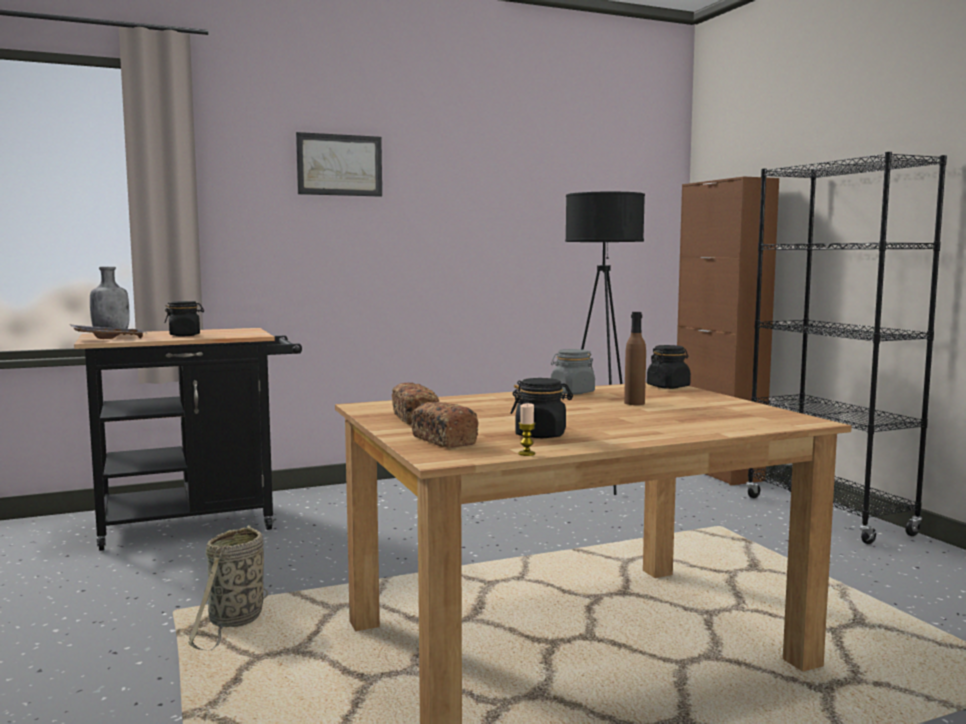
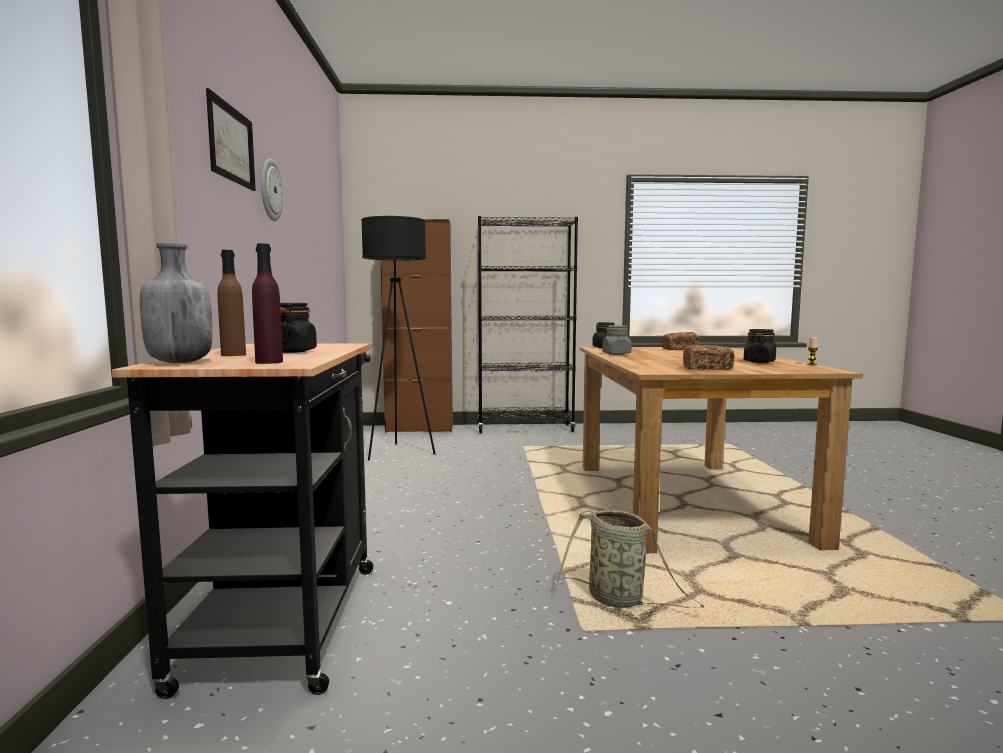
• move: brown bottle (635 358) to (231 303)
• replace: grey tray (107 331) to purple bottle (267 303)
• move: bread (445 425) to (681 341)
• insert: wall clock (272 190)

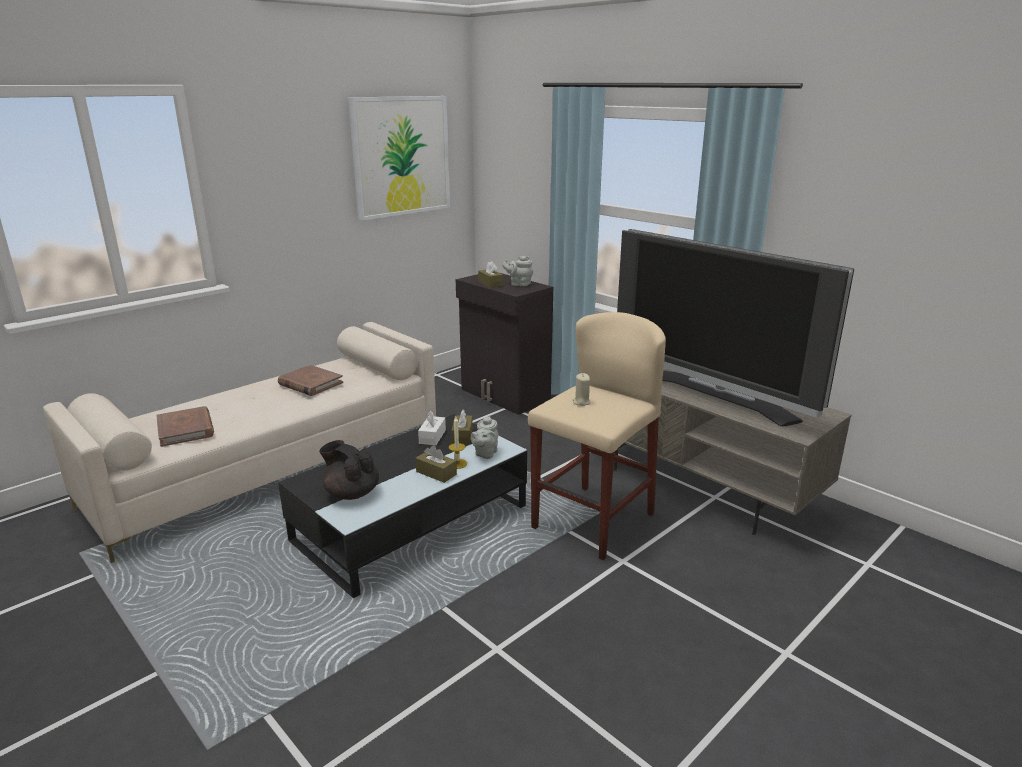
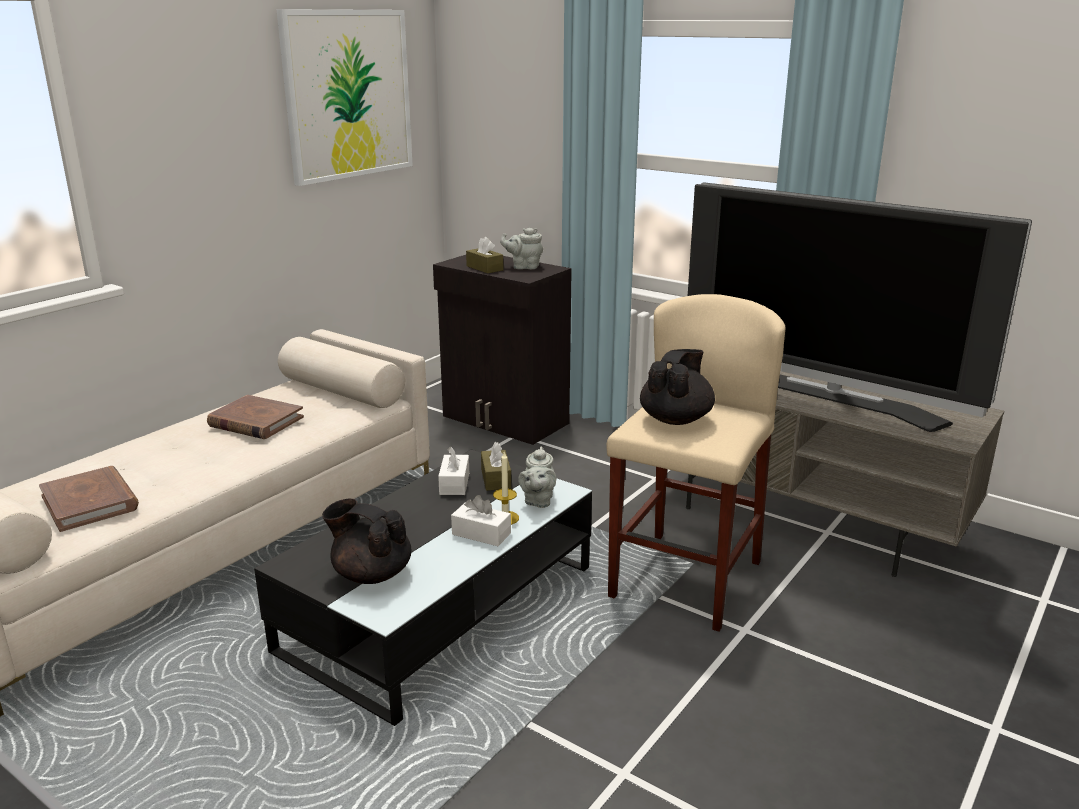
• replace: beige candle (582 389) to black teapot (677 387)
• recolor: brown tissue box (436 464) to white tissue box (481 520)

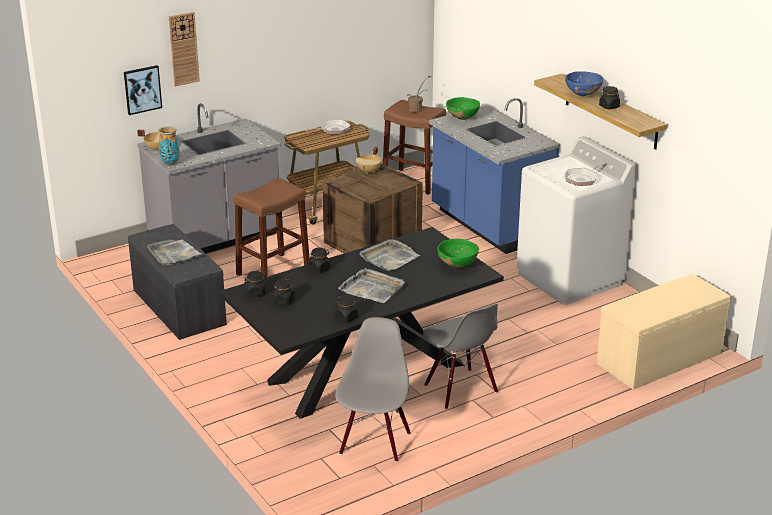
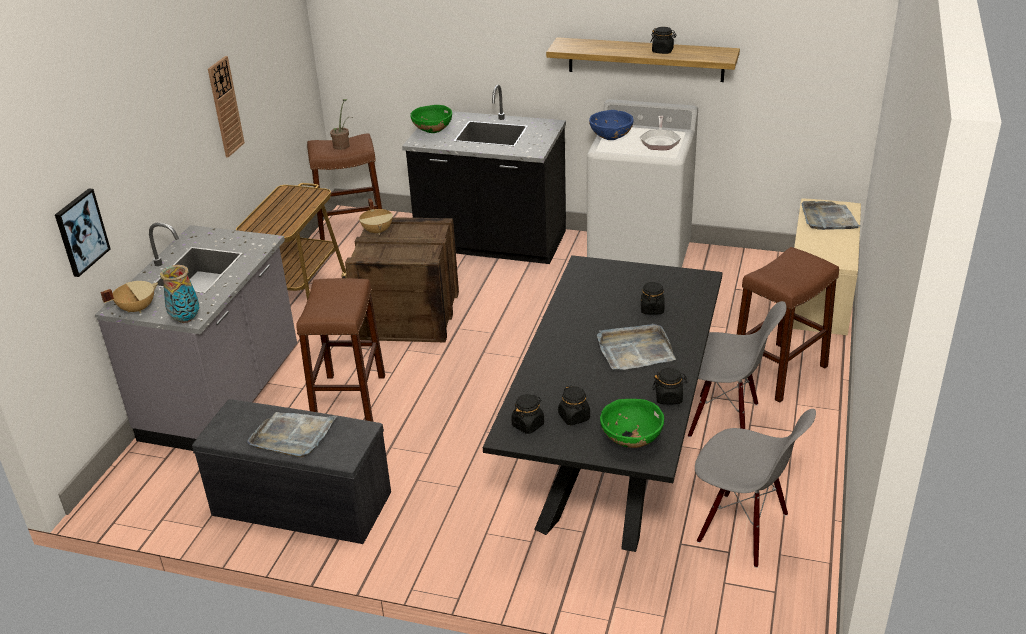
• move: wall clock (184 49) to (226 106)
• move: blue bowl (584 83) to (611 125)
• recolor: blue counter (494 176) to black counter (484 174)
• delete: frying pan (328 127)
• move: grey tray (390 255) to (831 215)
• move: green bowl (458 253) to (632 423)
• move: black jar (319 260) to (653 298)
• rotate: grey chair (373 389) = (755 488) 150 degrees clockwise
• insert: brown stool (788 325)

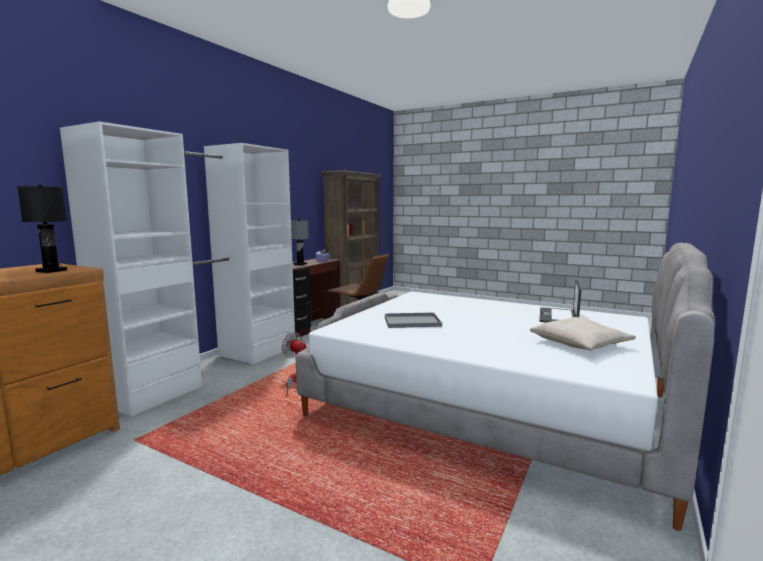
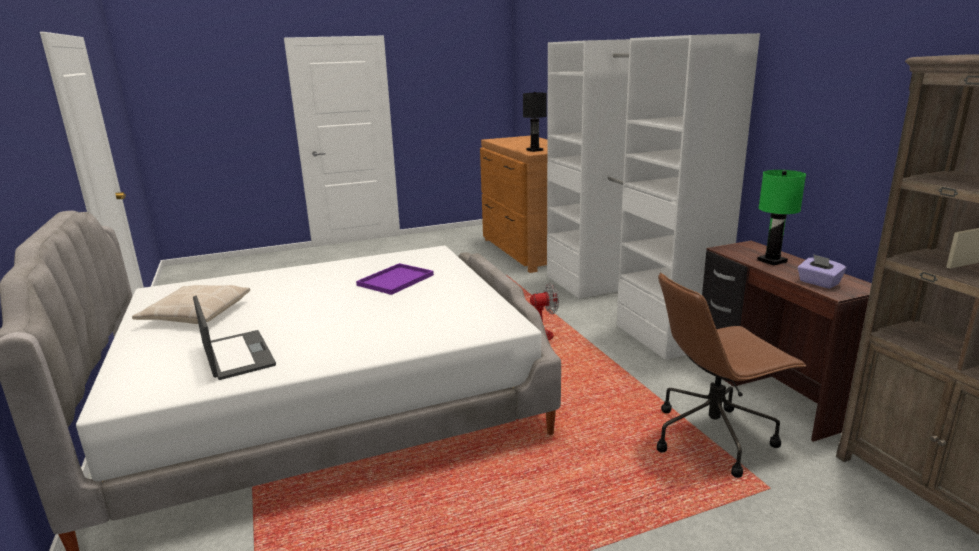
• recolor: grey table lamp (300 242) to green table lamp (781 217)
• recolor: grey tray (413 320) to purple tray (395 279)

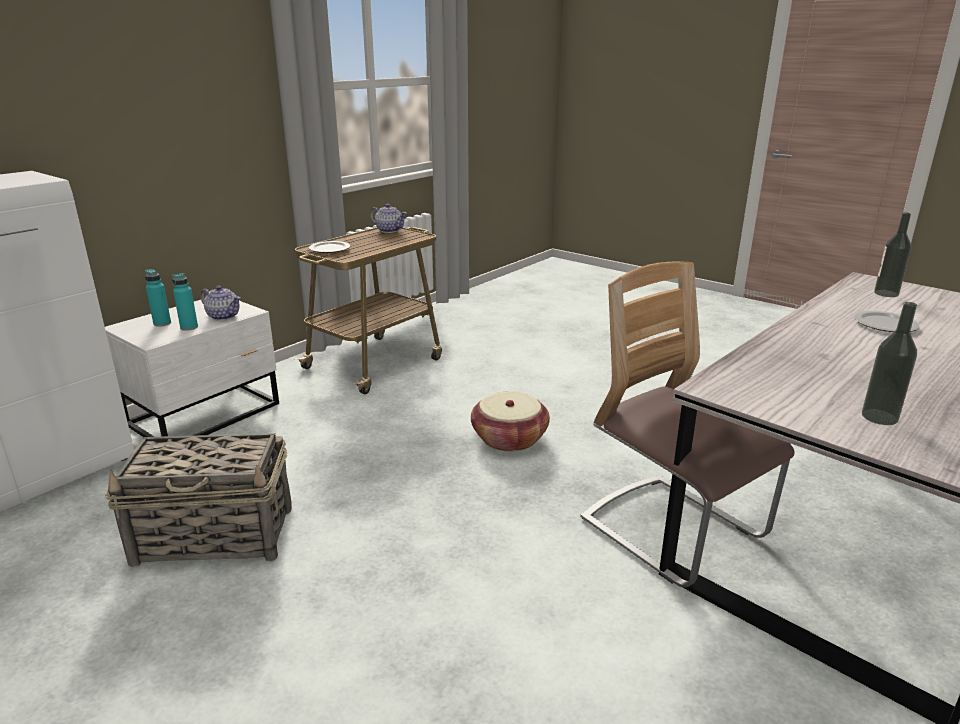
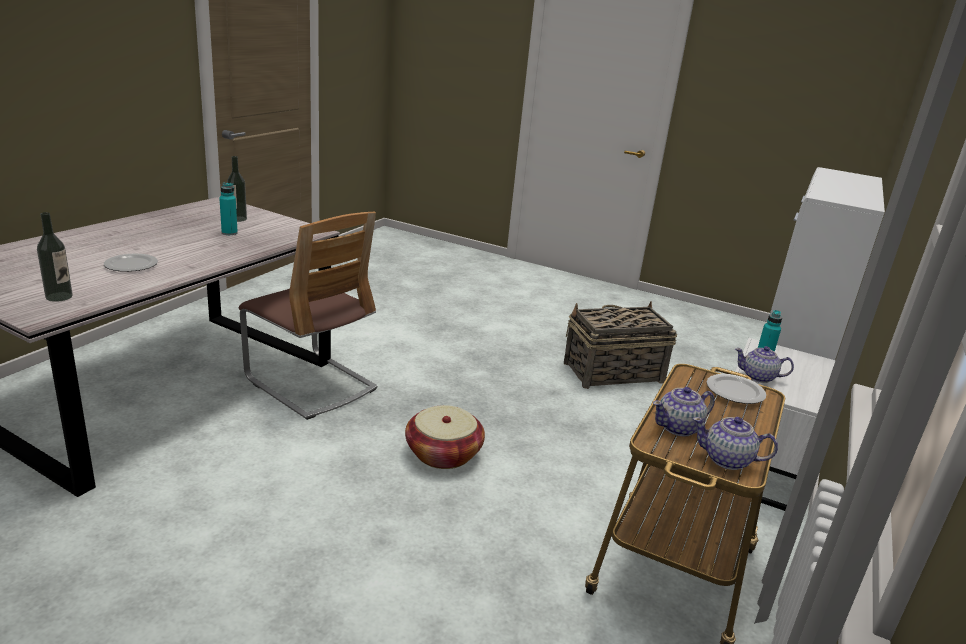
• move: turquoise bottle (158 298) to (228 208)
• insert: teapot (684 412)

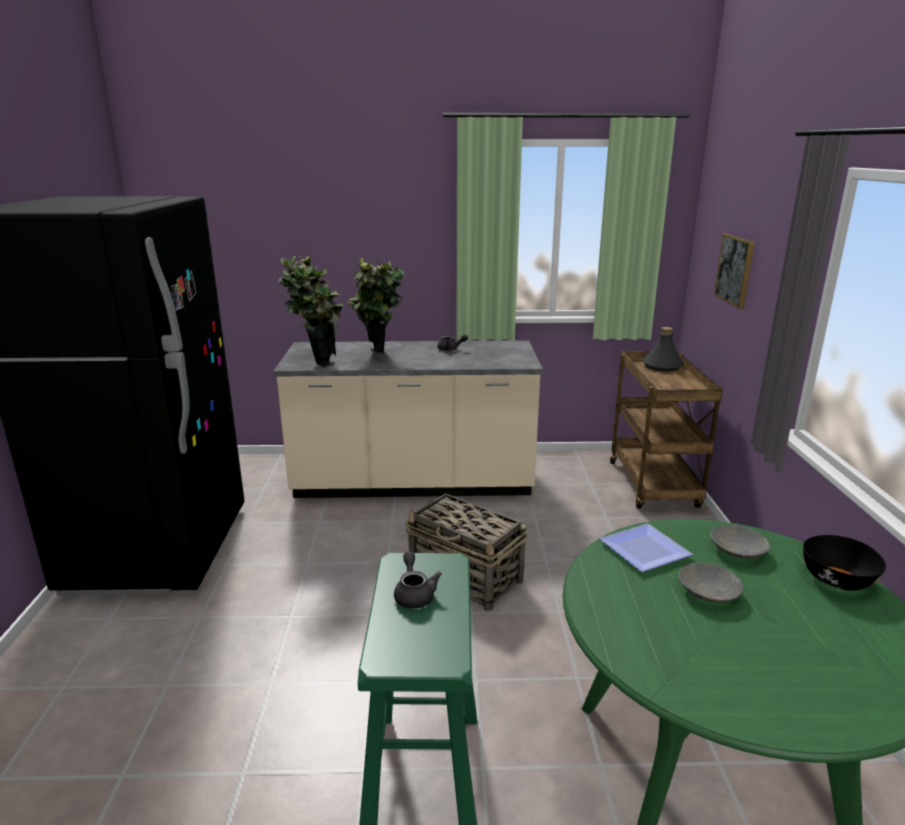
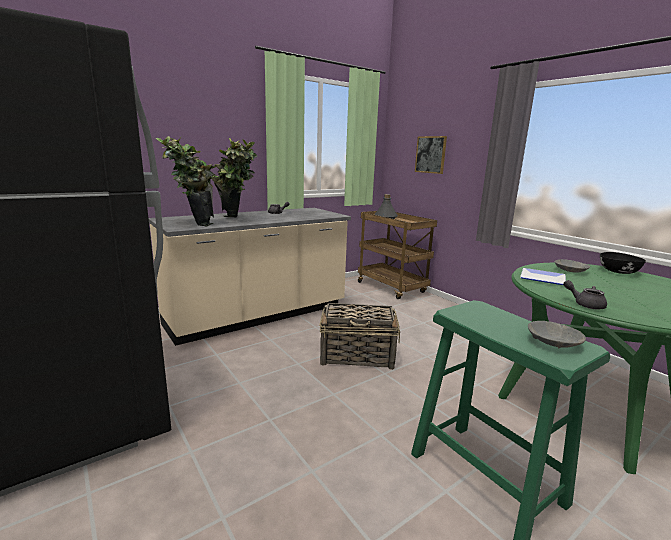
• move: grey teapot (418 580) to (585 294)
• move: grey bowl (710 583) to (557 334)

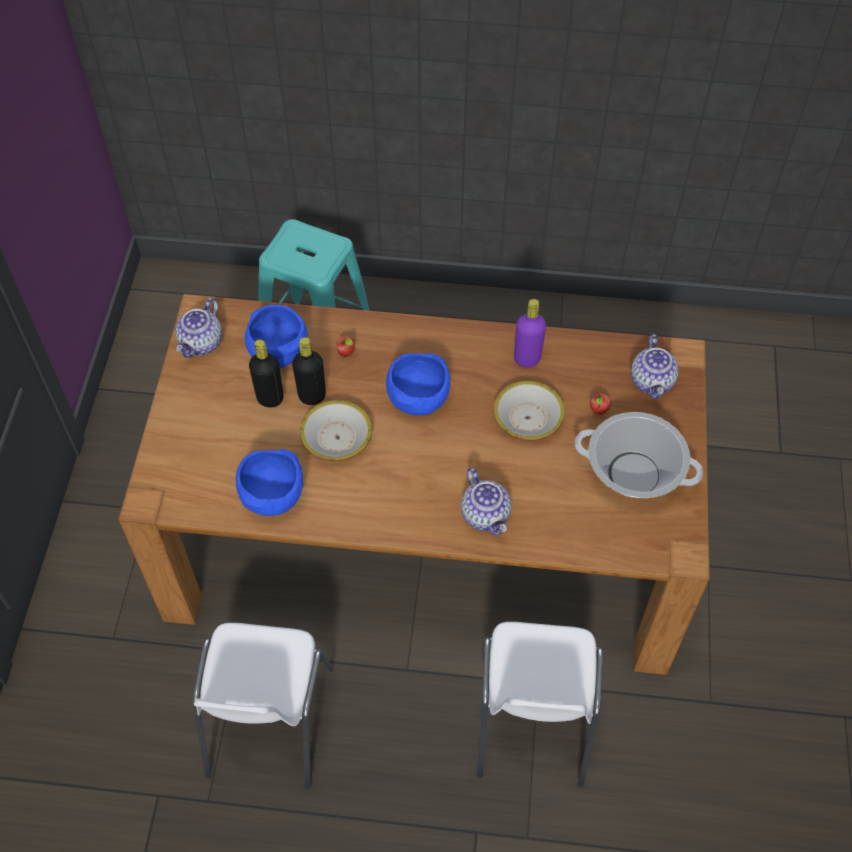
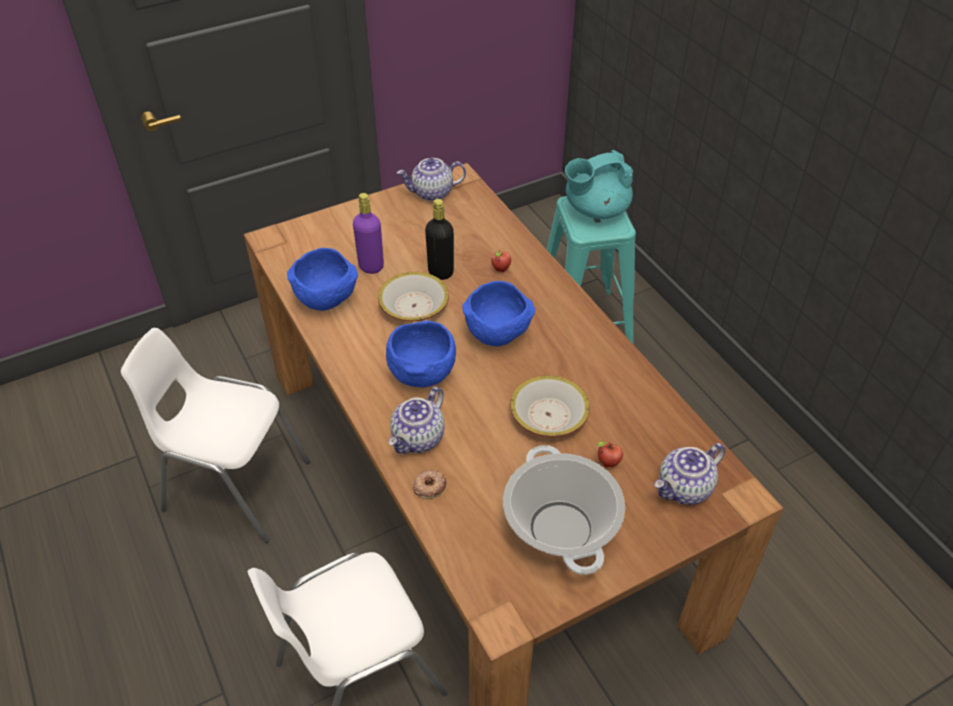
• move: purple bottle (530 333) to (368 233)
• move: blue bowl (276 336) to (421 354)
• delete: black bottle (266 373)
• rotate: white chair (263 706) = (215 435) 45 degrees clockwise
• insert: turquoise teapot (599 184)
• insert: donut (429 484)

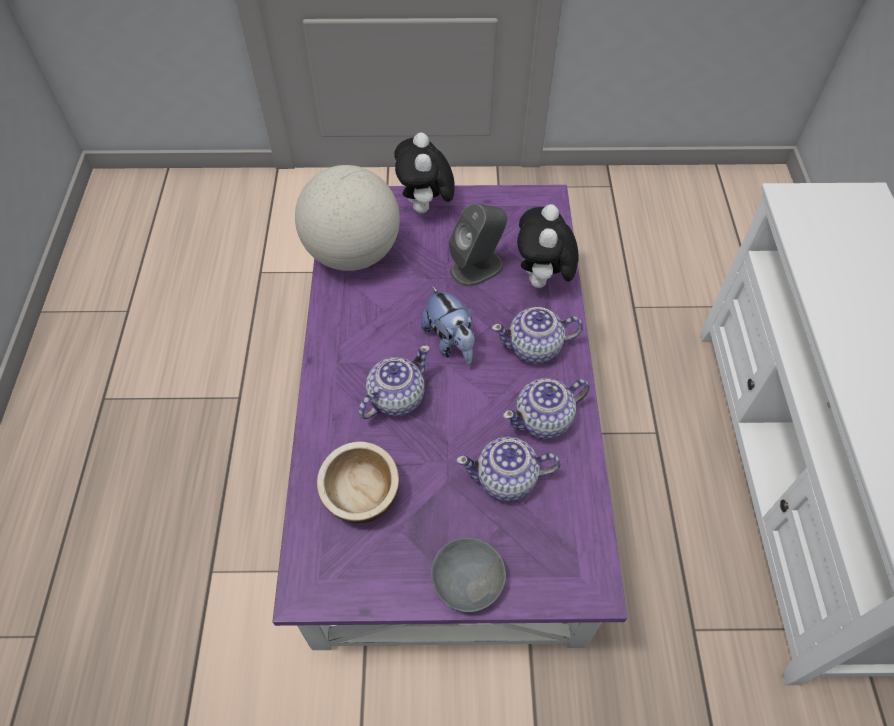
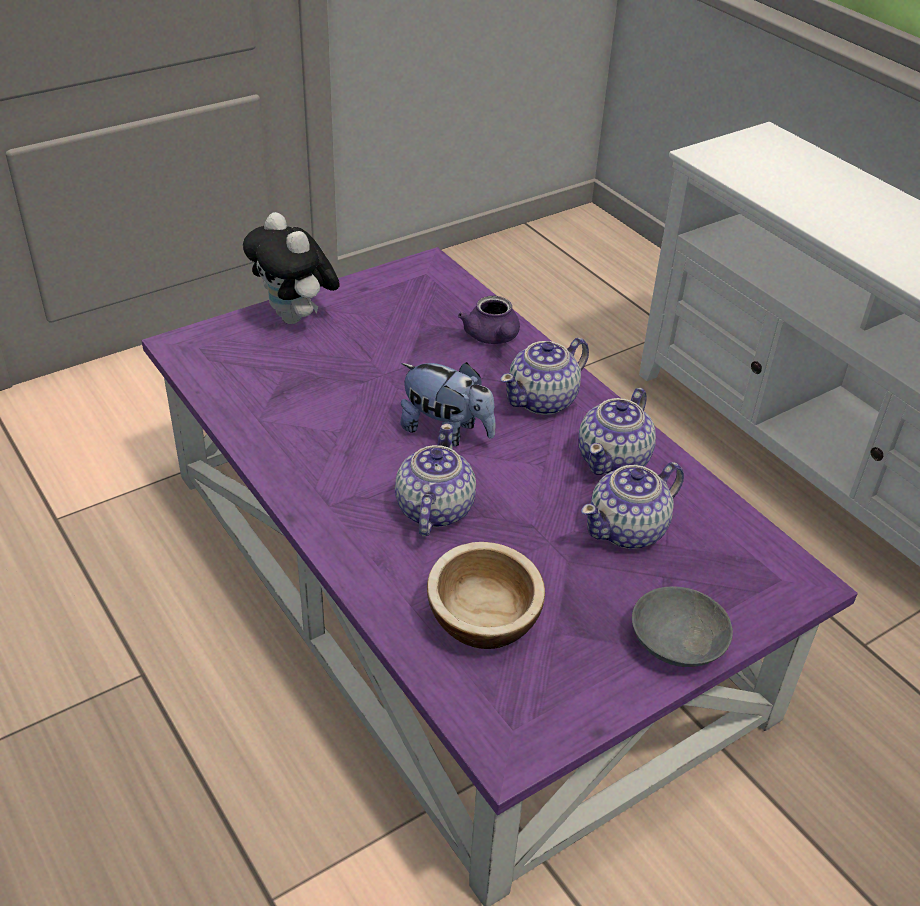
• delete: globe (347 218)
• delete: grey speaker (478 245)
• replace: plush toy (548 247) to purple teapot (489 320)

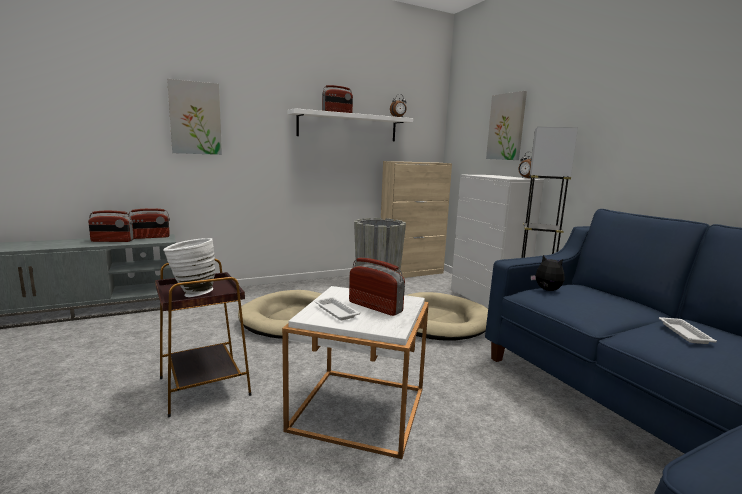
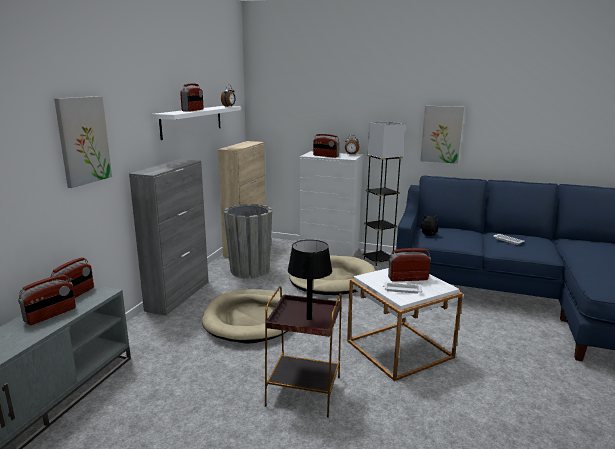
• move: picture (506 125) to (442 135)
• replace: white vase (189 267) to black table lamp (310 280)
• insert: radio (326 146)
• insert: grey cabinet (168 237)

